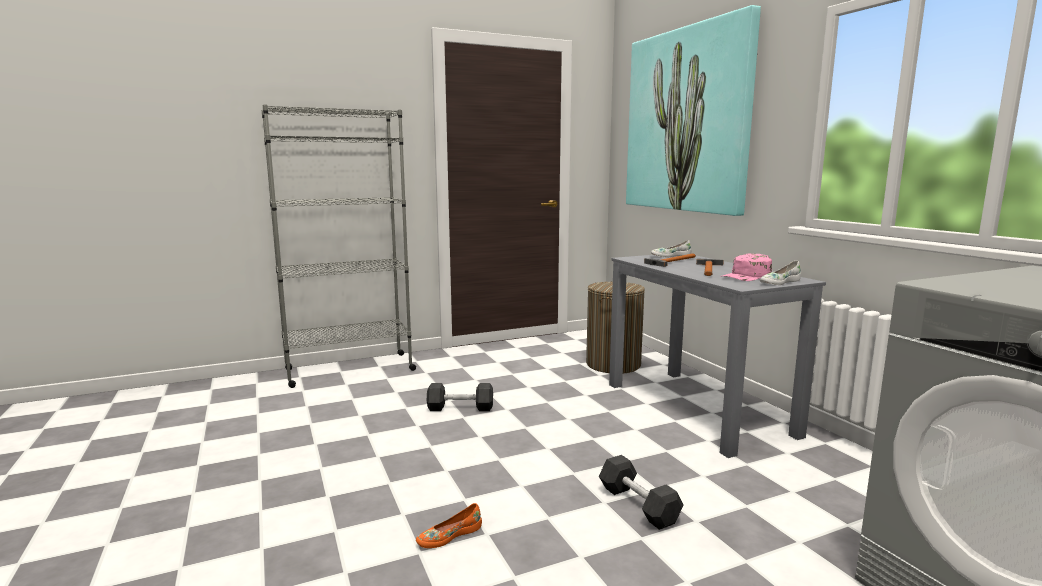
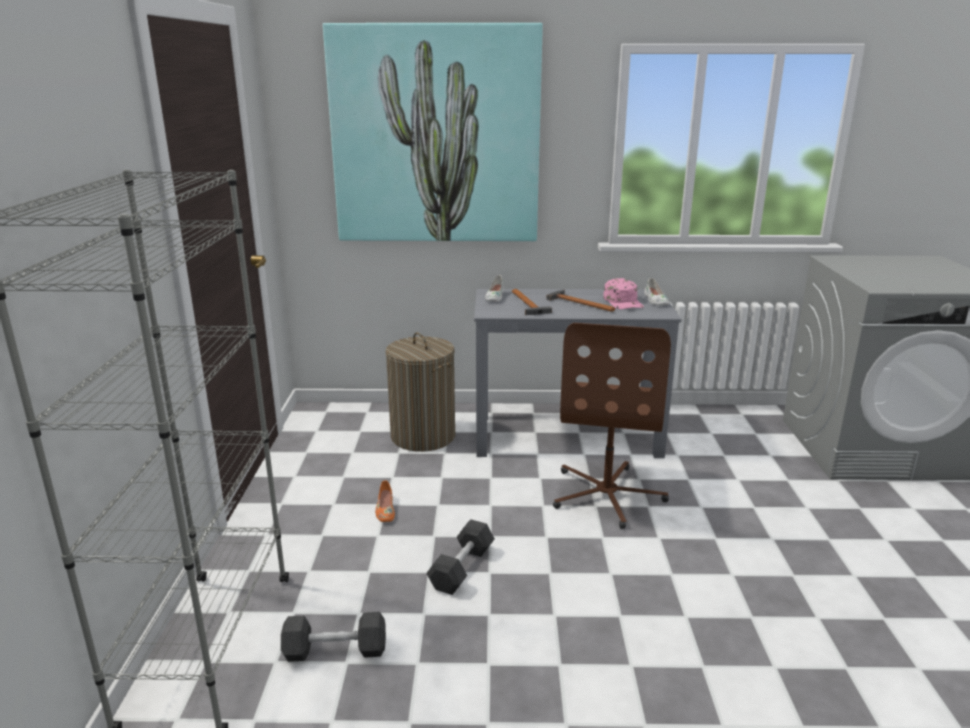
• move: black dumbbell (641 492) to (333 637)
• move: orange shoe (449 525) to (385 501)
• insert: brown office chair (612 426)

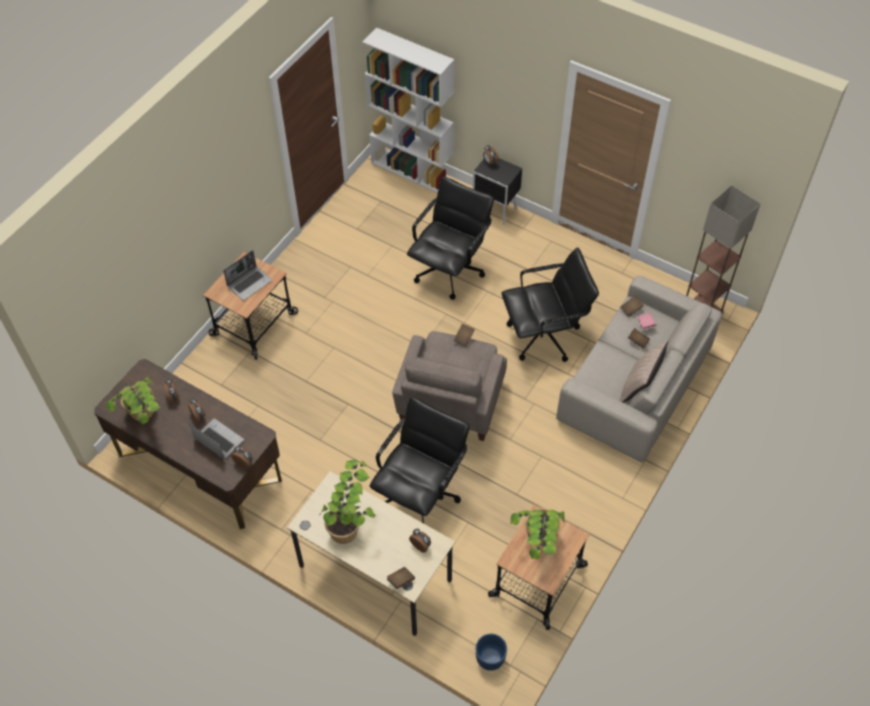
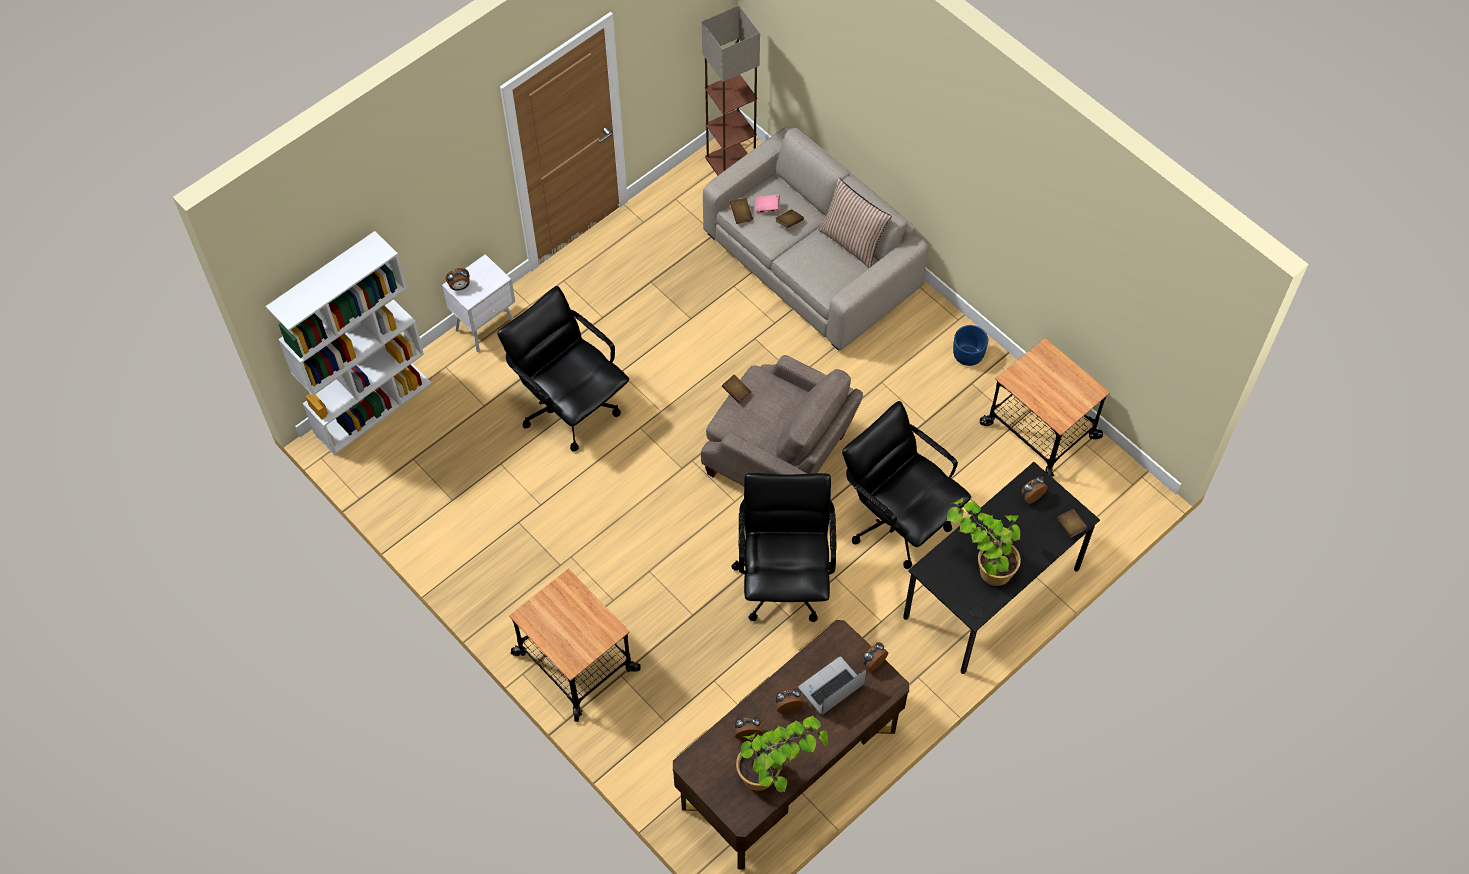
• recolor: black nightstand (497 191) to white nightstand (478 303)
• move: black office chair (550 305) to (784 547)
• delete: laptop (247 275)
• recolor: beige desk (371 553) to black desk (1001 568)
• delete: potted plant (537 533)
• move: blue planter (491 652) to (970 345)

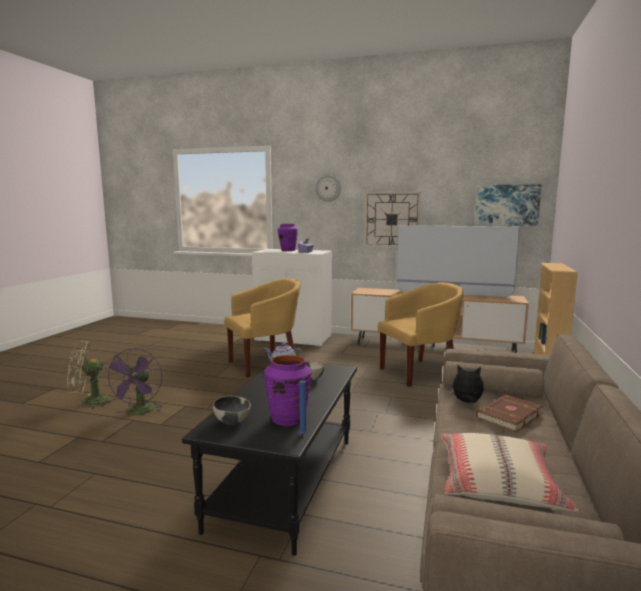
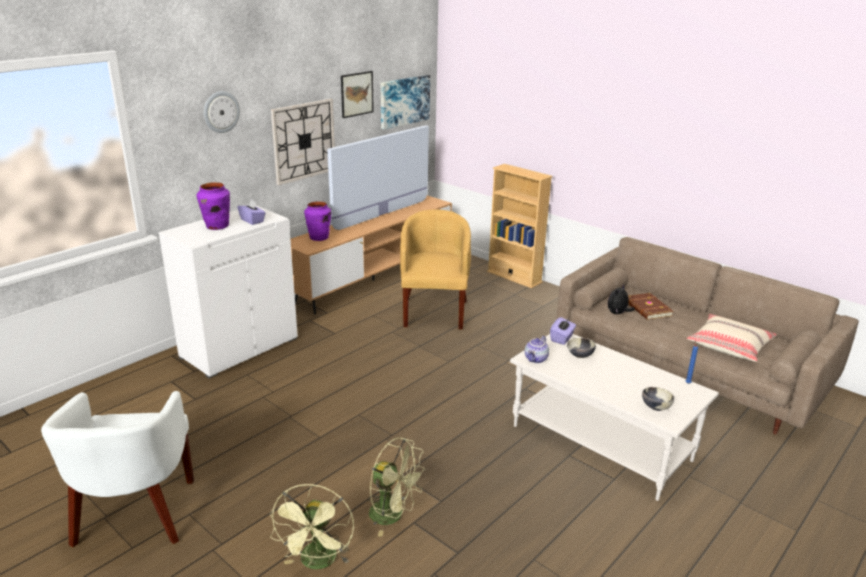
• delete: yellow armchair (262 328)
• recolor: purple fan (133 381) to green fan (397 487)
• move: purple vase (288 390) to (318 221)
• recolor: black coffee table (269 459) to white coffee table (614 417)
• insert: picture (357 94)
• insert: purple tissue box (563 331)
• insert: white armchair (117 469)

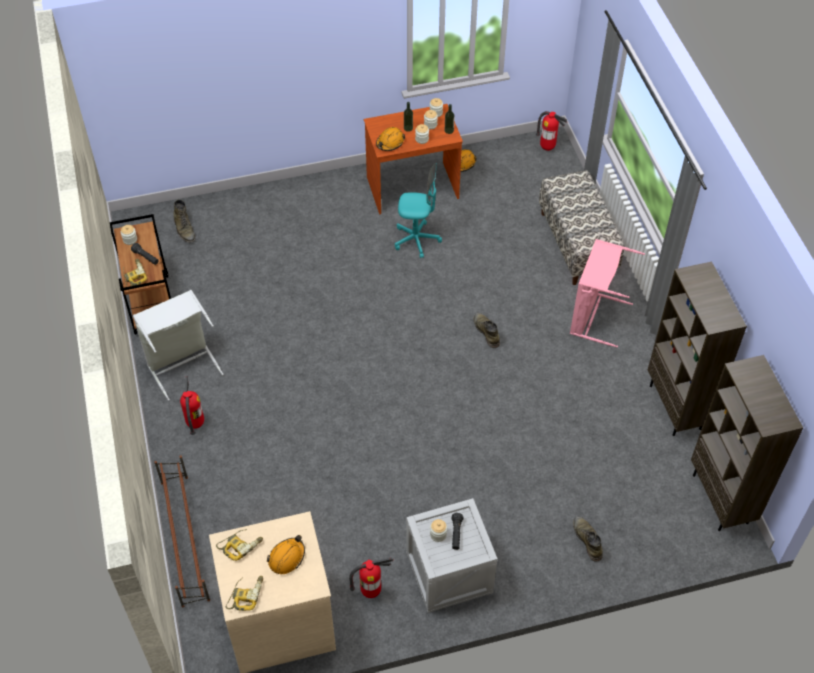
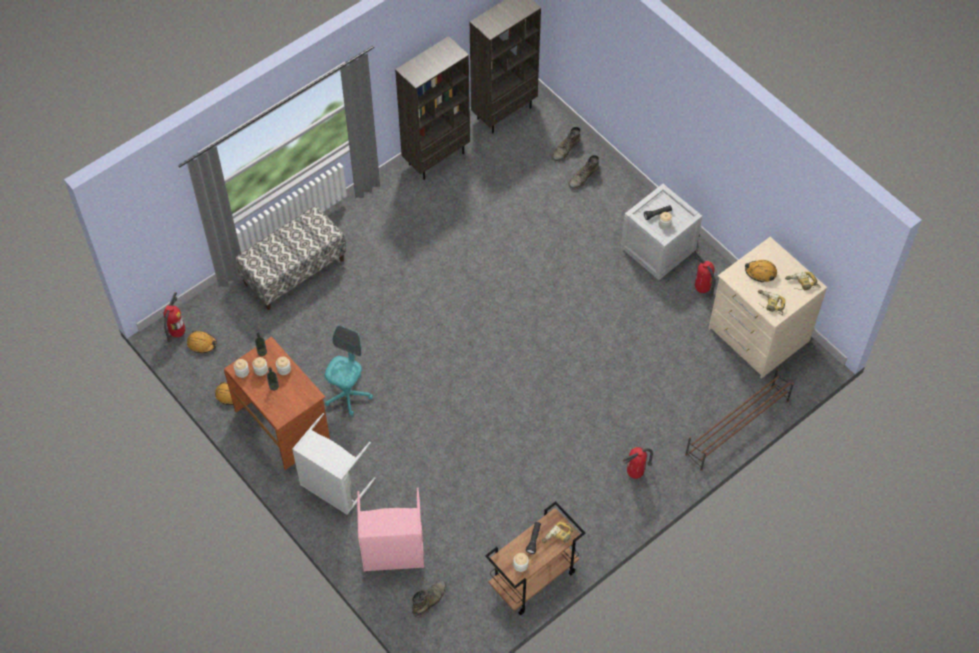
• move: orange hard hat (390 139) to (202 341)
• rotate: turquoise office chair (418 210) = (349 370) 45 degrees clockwise
• move: pink laundry basket (607 293) to (390 530)
• move: grey laundry basket (178 345) to (333 464)
• move: green boot (486 330) to (566 144)

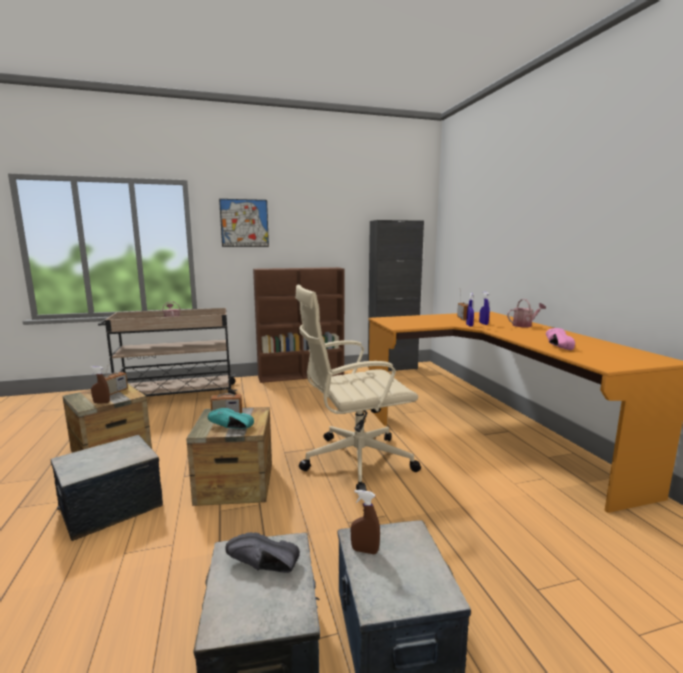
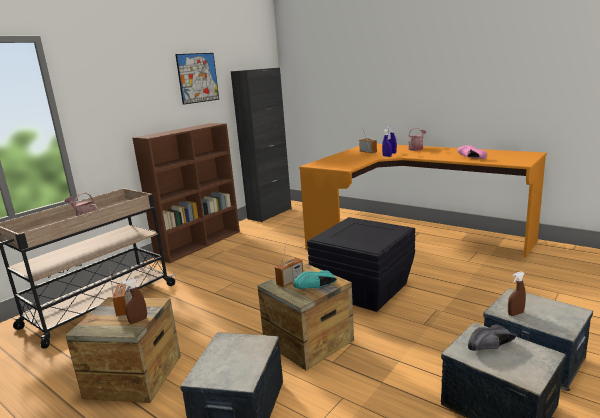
• move: picture (244 223) to (197 79)
• replace: beige office chair (358 388) to black storage box (361 264)

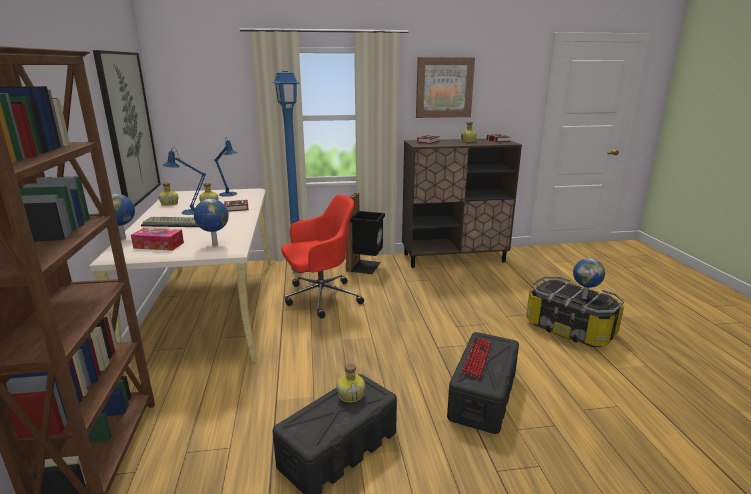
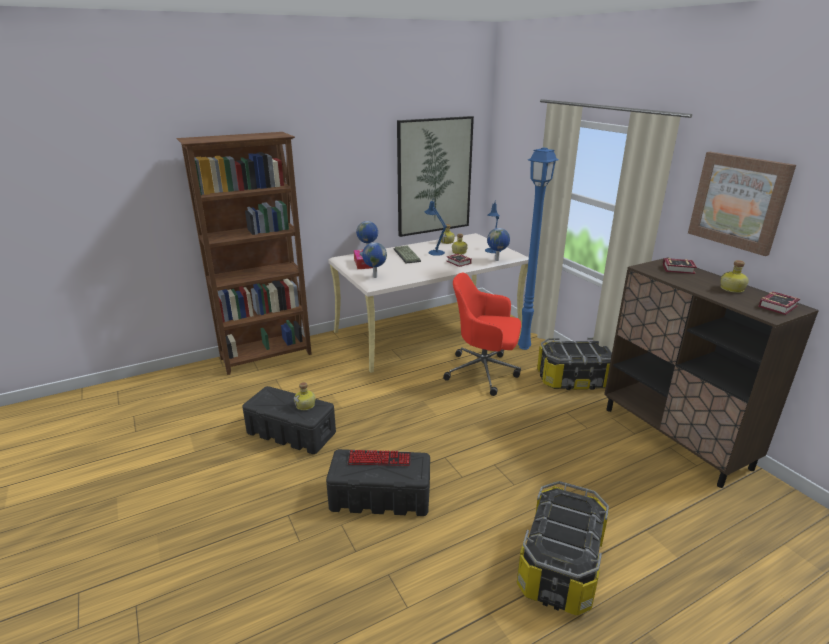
• replace: black trash can (365 233) to storage box (574 364)
• rotate: red office chair (322 256) = (482 334) 150 degrees clockwise
• move: globe (589 278) to (498 244)

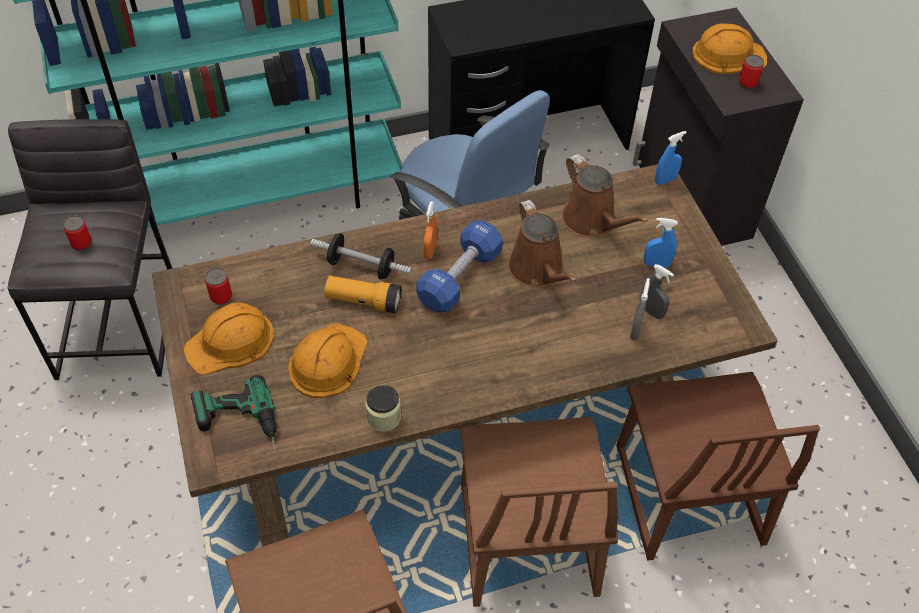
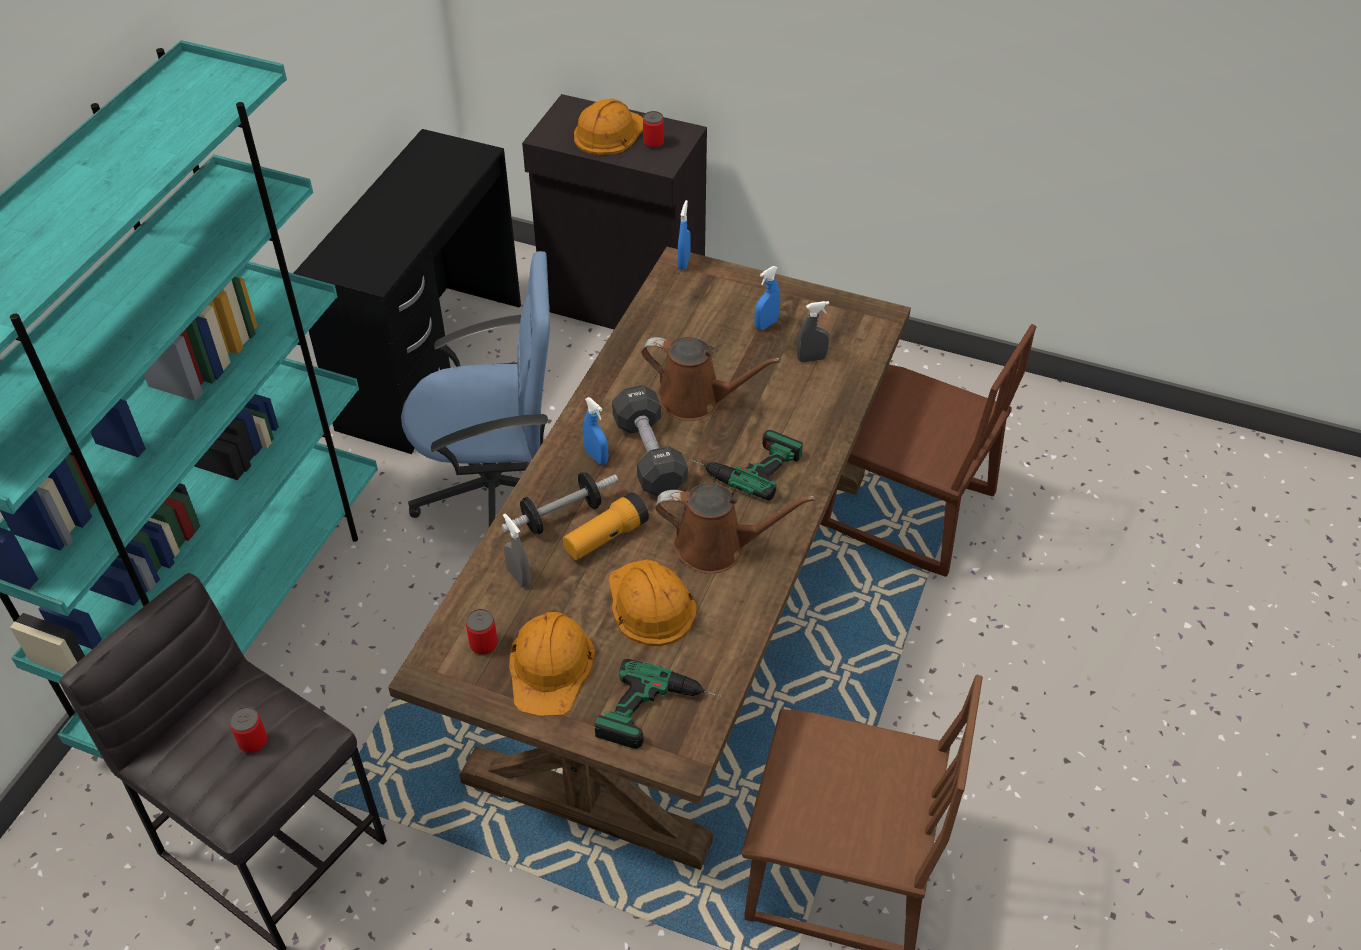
• move: brown watering can (605 196) to (735 528)
• recolor: orange spray bottle (430 230) to blue spray bottle (595 431)
• recolor: blue dumbbell (459 266) to black dumbbell (650 440)
• move: grey spray bottle (640 309) to (517 550)
• delete: jar (383 408)
• delete: brown chair (539 512)
• insert: power drill (746 465)

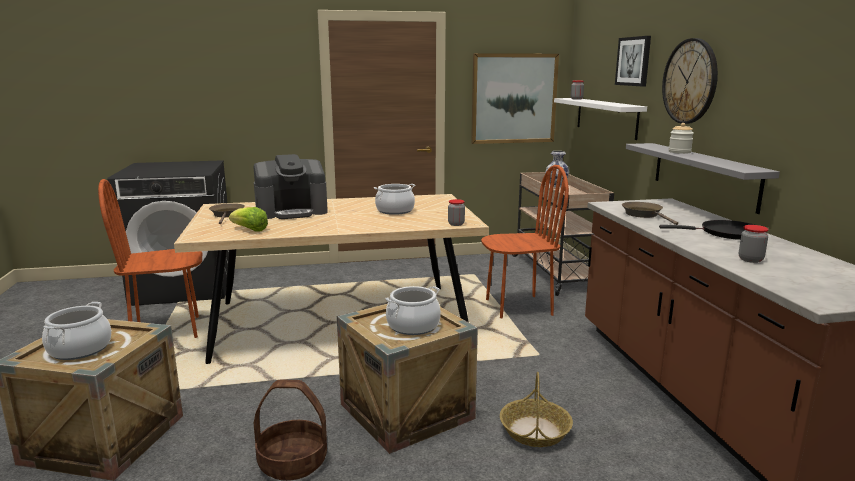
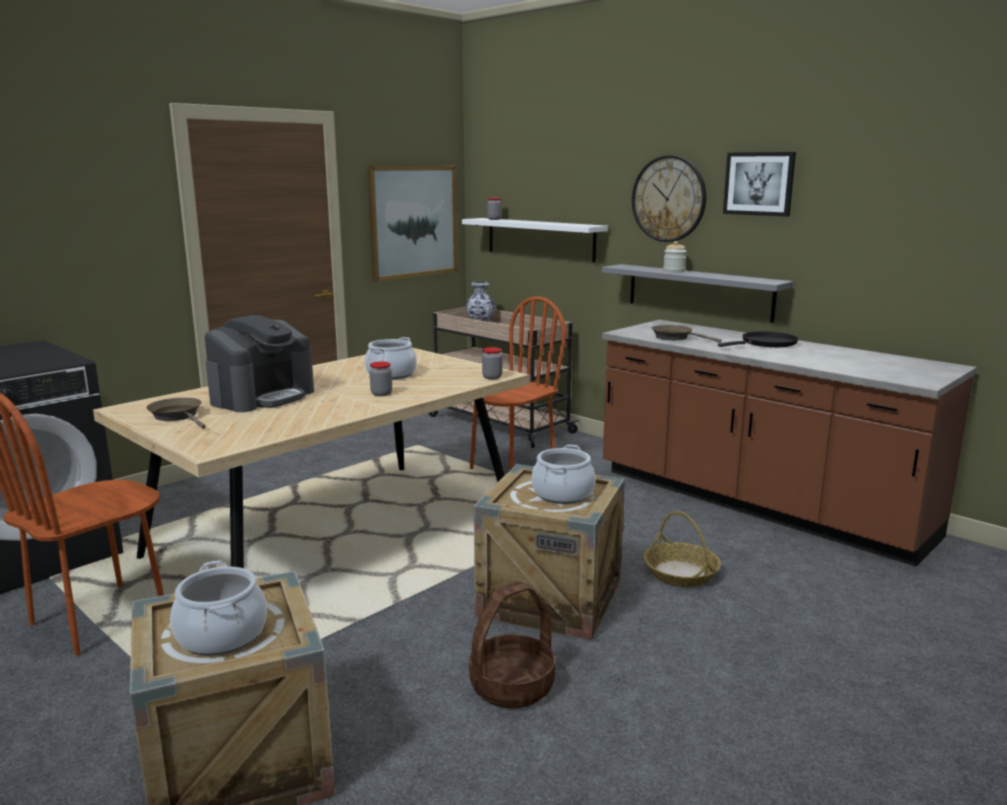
• move: picture (633 61) to (759 184)
• delete: lettuce (248 219)
• move: jar (754 244) to (381 379)

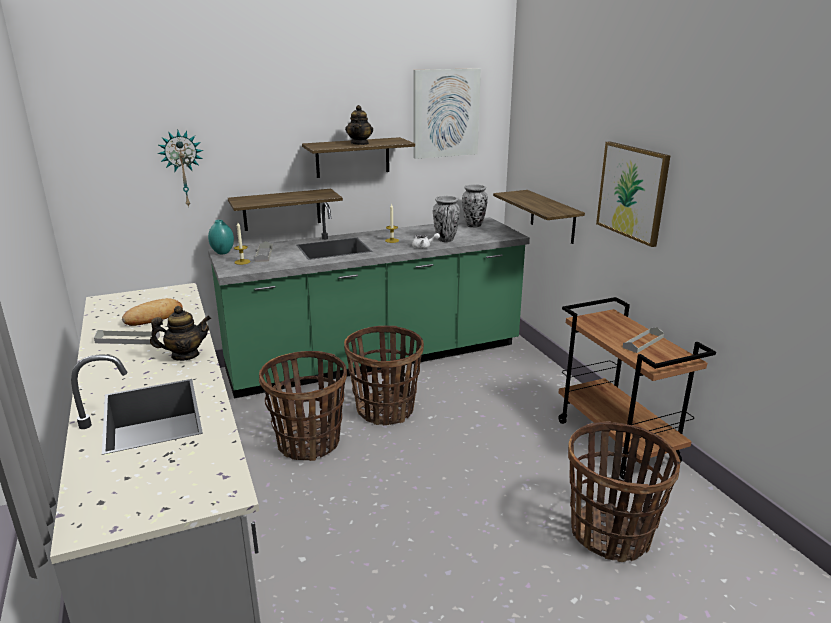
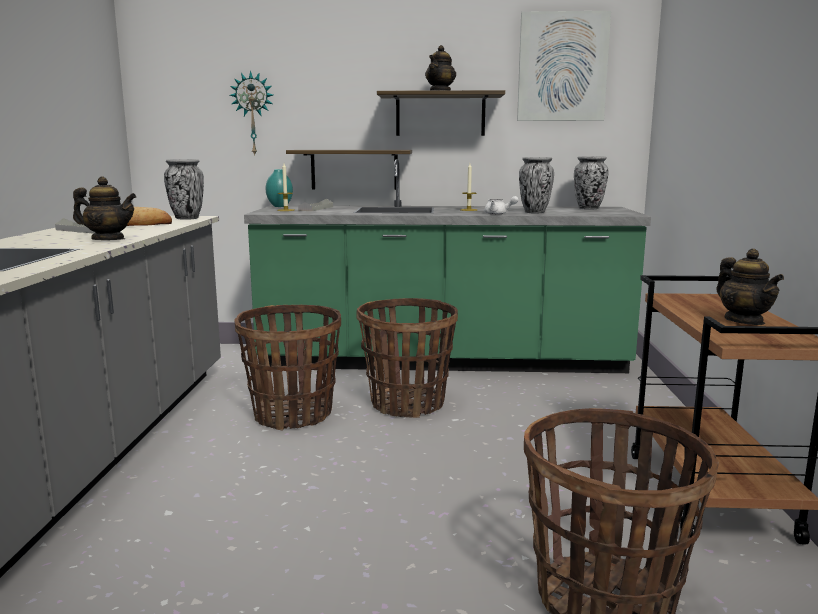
• delete: picture (633 194)
• delete: shelf (539 217)
• replace: grey tray (643 340) to teapot (750 287)
• insert: vase (184 189)

